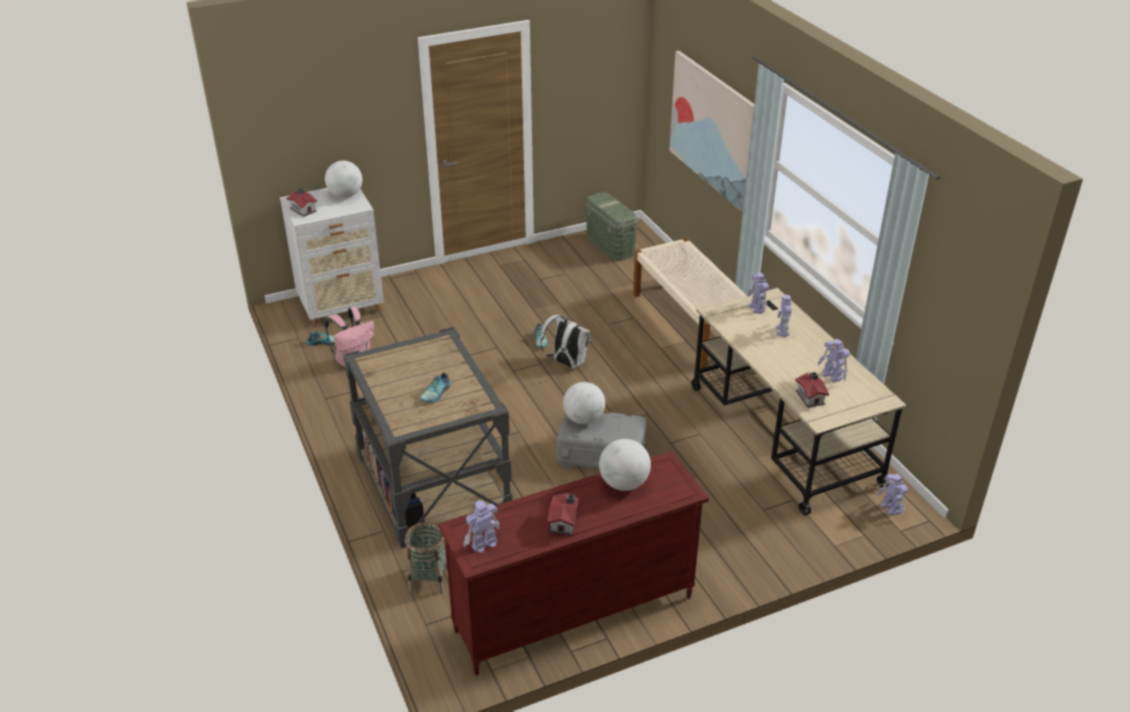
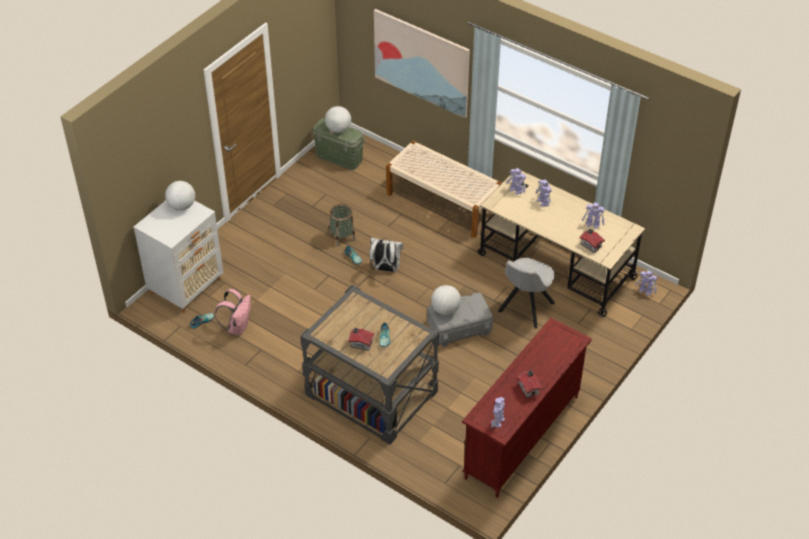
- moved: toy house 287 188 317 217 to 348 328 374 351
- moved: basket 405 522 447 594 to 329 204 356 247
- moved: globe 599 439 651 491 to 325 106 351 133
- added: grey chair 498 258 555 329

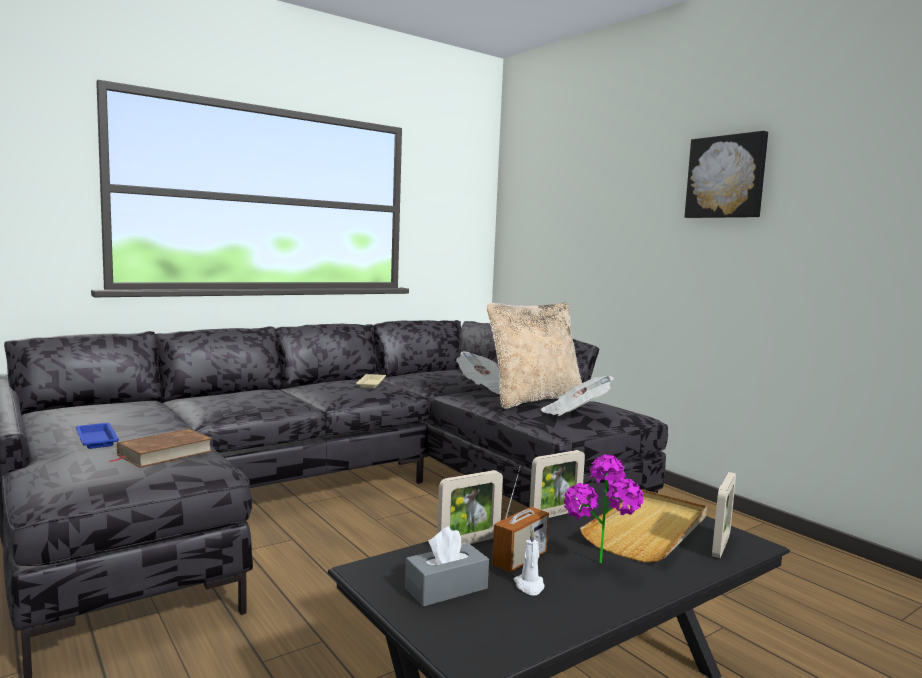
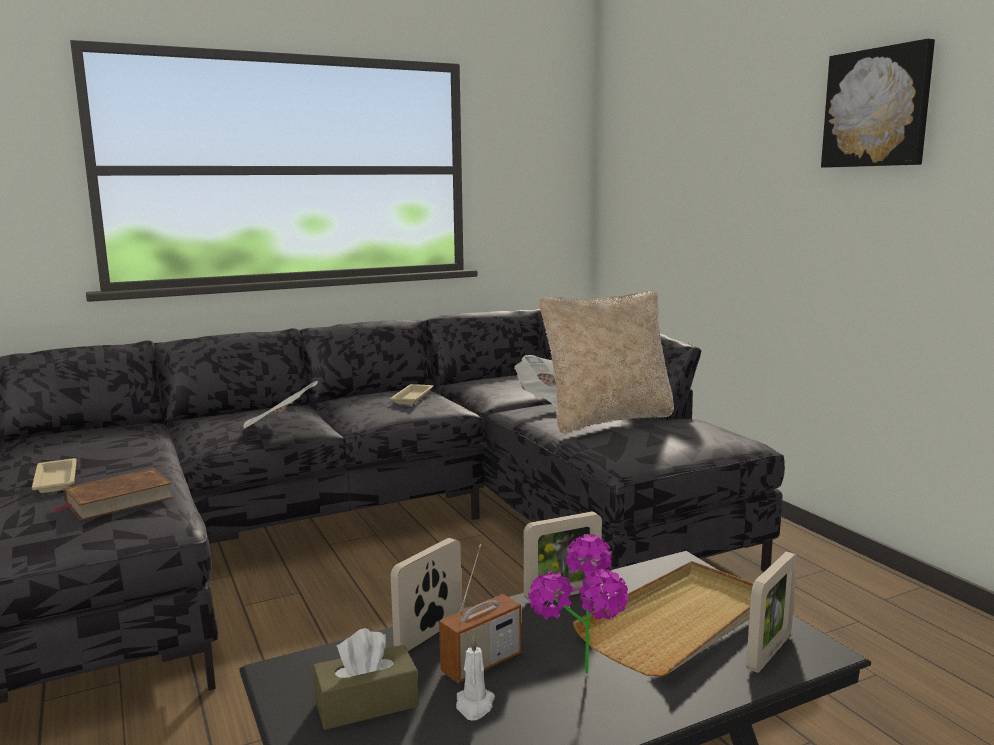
- recoloured: blue tray 76 423 119 449 to beige tray 32 458 76 493
- recoloured: grey tissue box 405 527 489 607 to brown tissue box 313 628 419 730
- turned: picture frame 437 470 503 545 = 391 538 462 651 150 degrees clockwise
- moved: newspaper 541 376 614 416 to 243 381 318 429

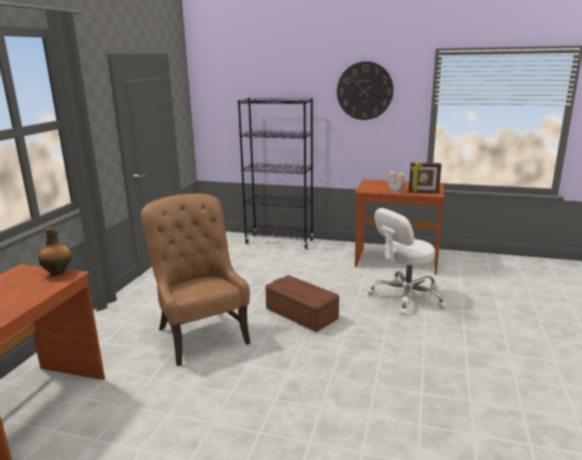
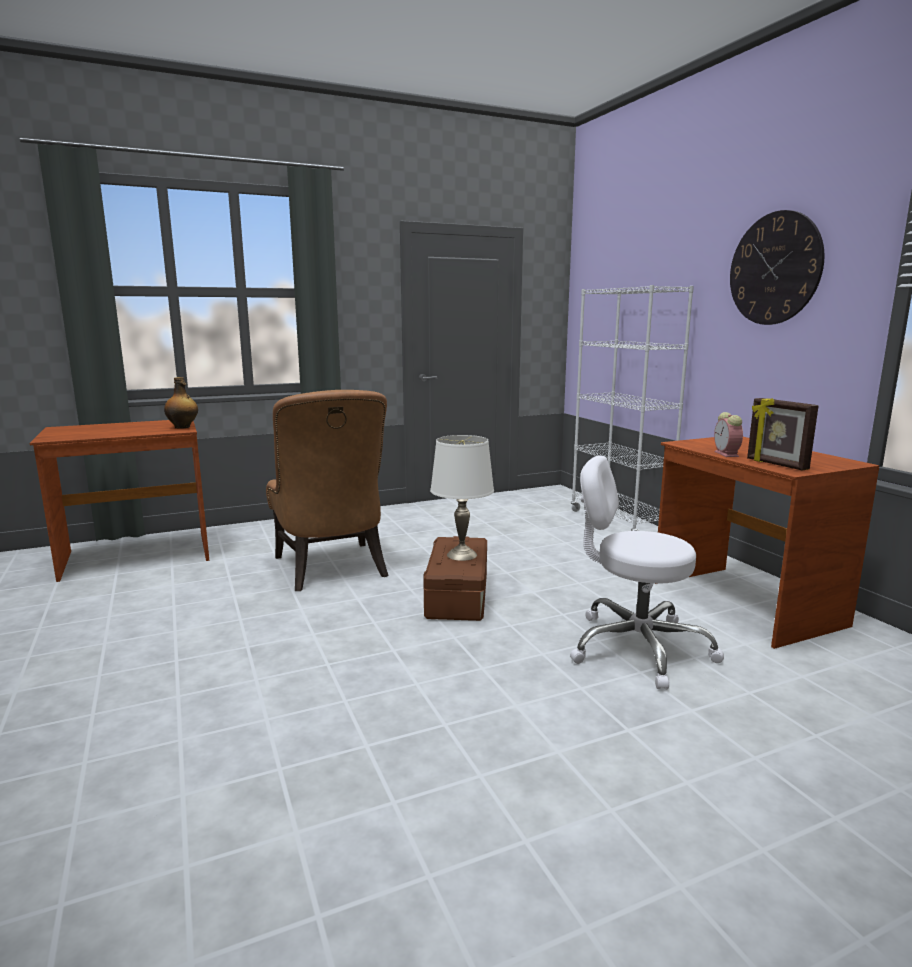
- turned: brown chair 141 194 250 366 = 266 390 389 591 135 degrees clockwise
- recoloured: black bookcase 238 98 314 249 to white bookcase 571 285 694 531
- added: white table lamp 430 435 494 561

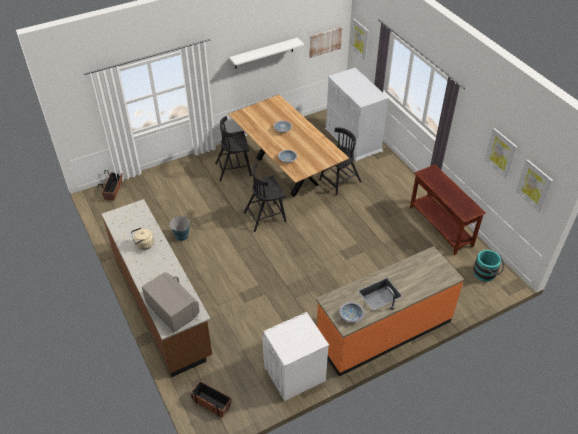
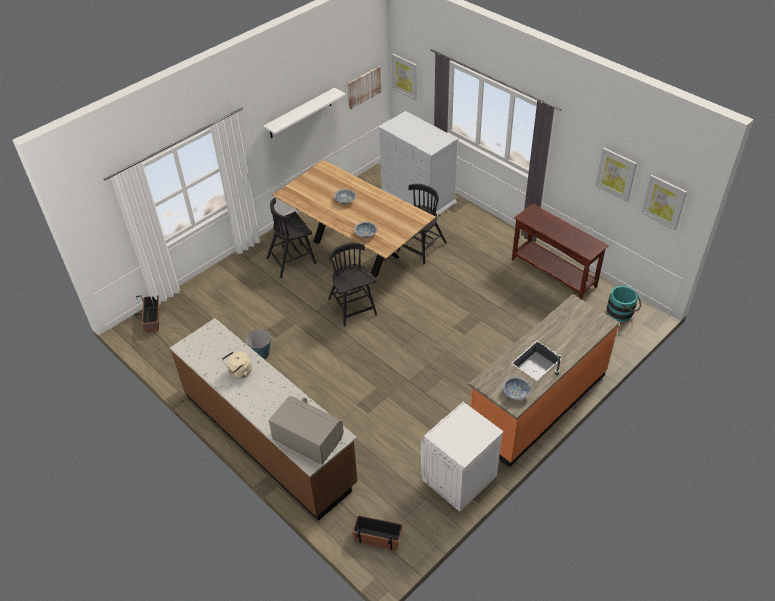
- turned: black chair 244 163 287 232 = 328 243 377 326 105 degrees clockwise

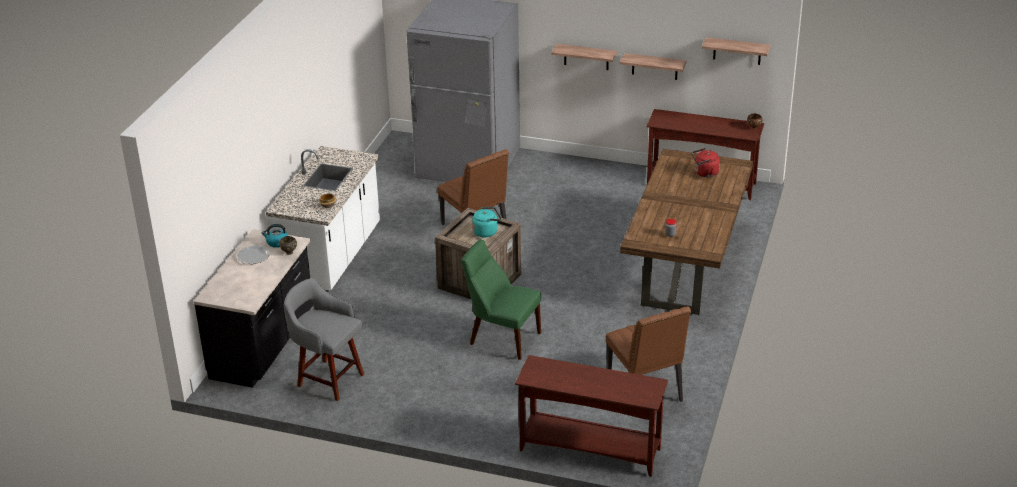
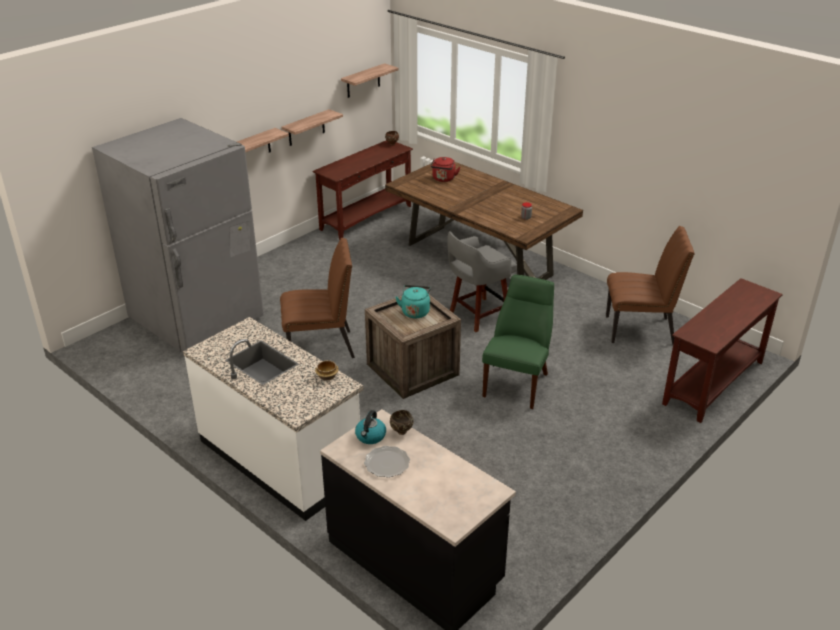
- moved: grey stool 284 278 365 401 to 447 231 517 332
- turned: green chair 462 240 541 360 = 482 275 554 409 150 degrees clockwise

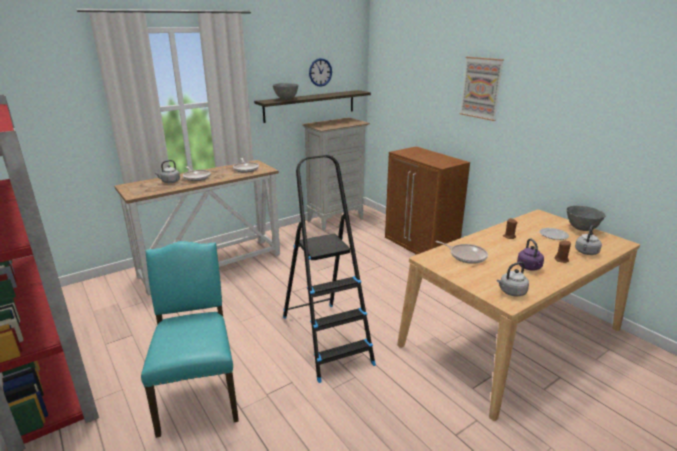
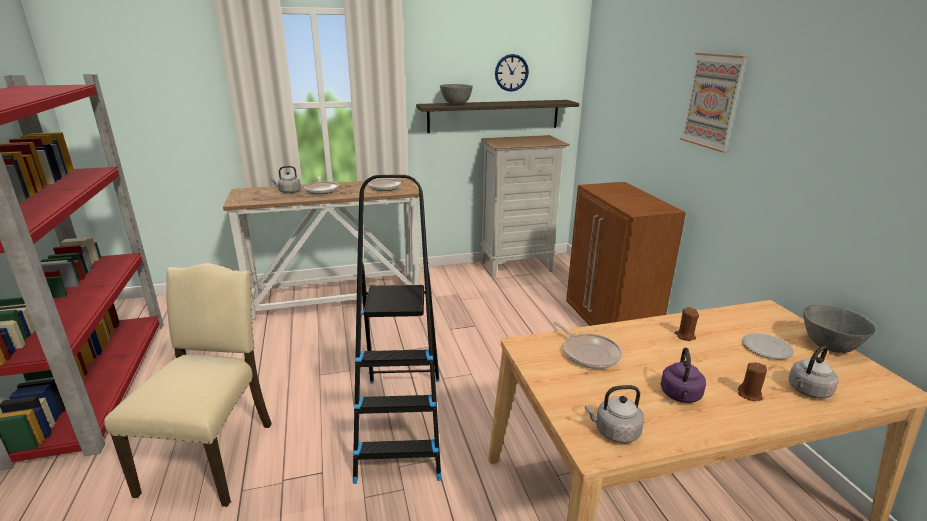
- recoloured: turquoise chair 141 241 239 438 to beige chair 104 263 272 507

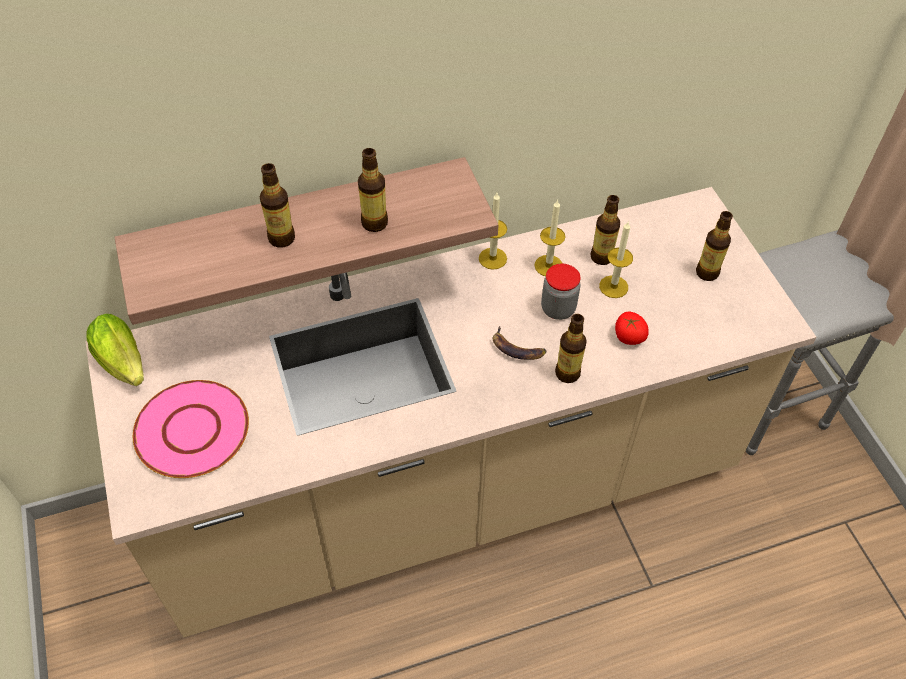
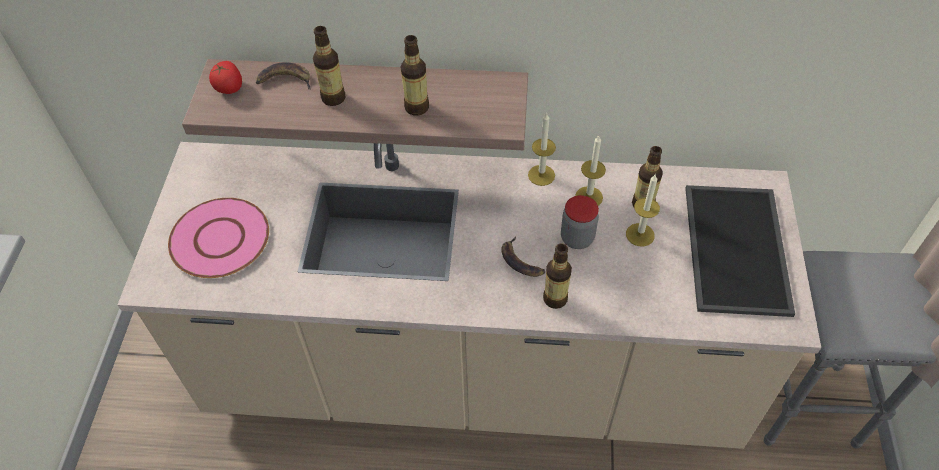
- removed: lettuce 86 314 144 386
- moved: tomato 615 311 649 345 to 209 61 242 94
- replaced: bottle 696 211 733 281 to tray 685 185 795 317
- added: banana 256 62 311 90

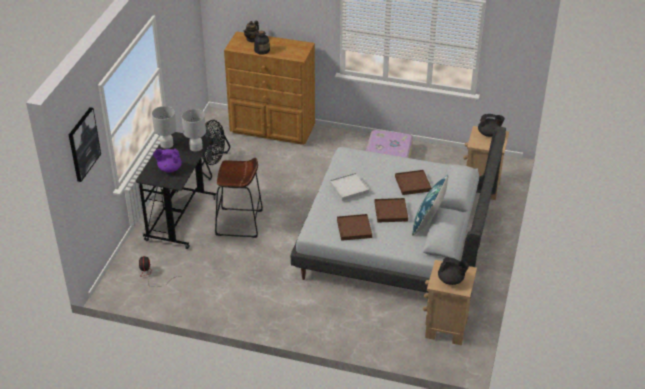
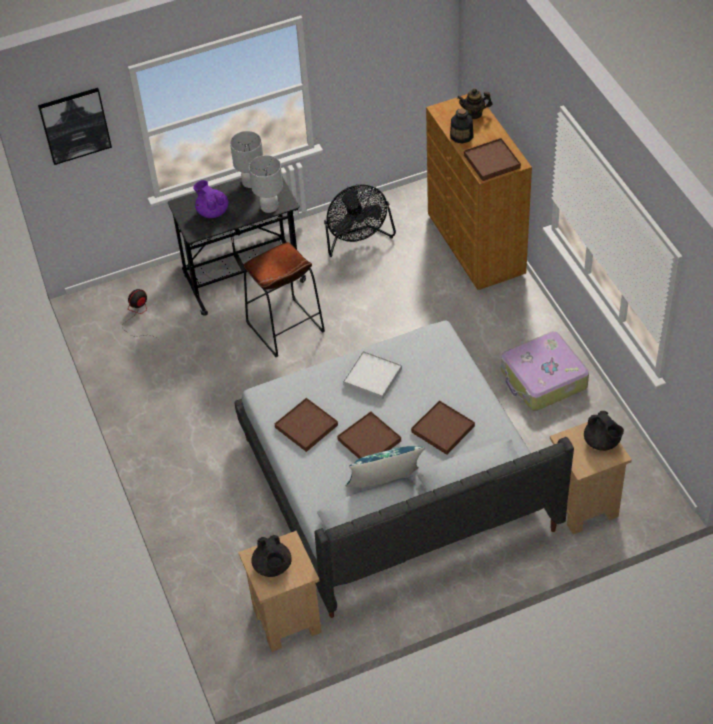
- added: brown tray 464 138 521 181

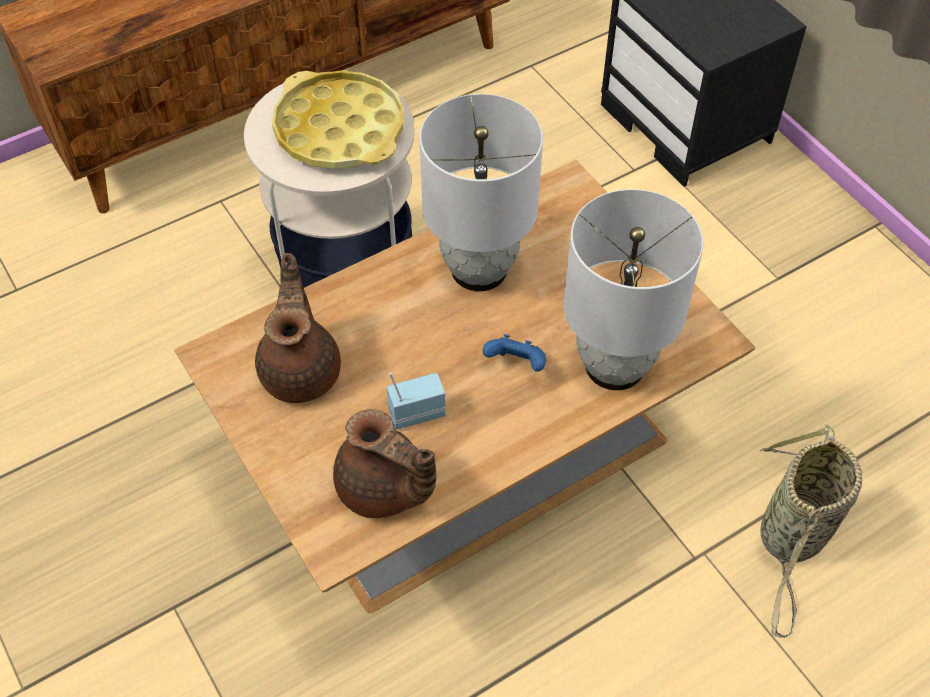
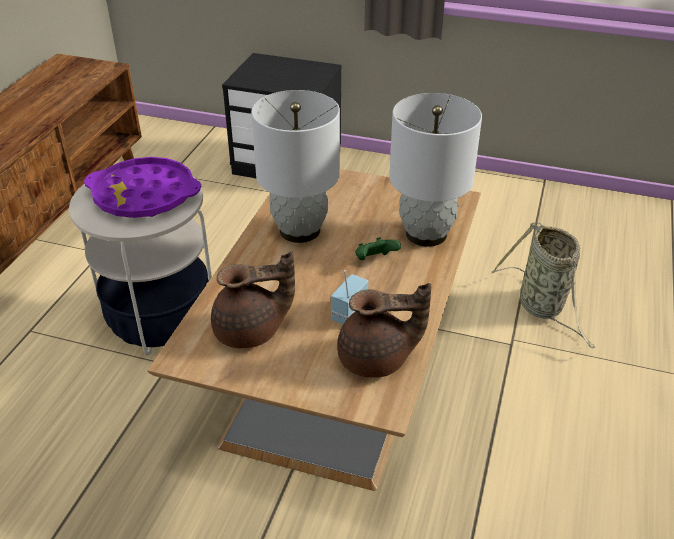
- turned: brown teapot 255 253 341 403 = 211 252 295 348 120 degrees clockwise
- recoloured: yellow tray 272 70 404 169 to purple tray 84 157 201 218
- recoloured: blue game controller 483 334 546 372 to green game controller 355 237 401 260

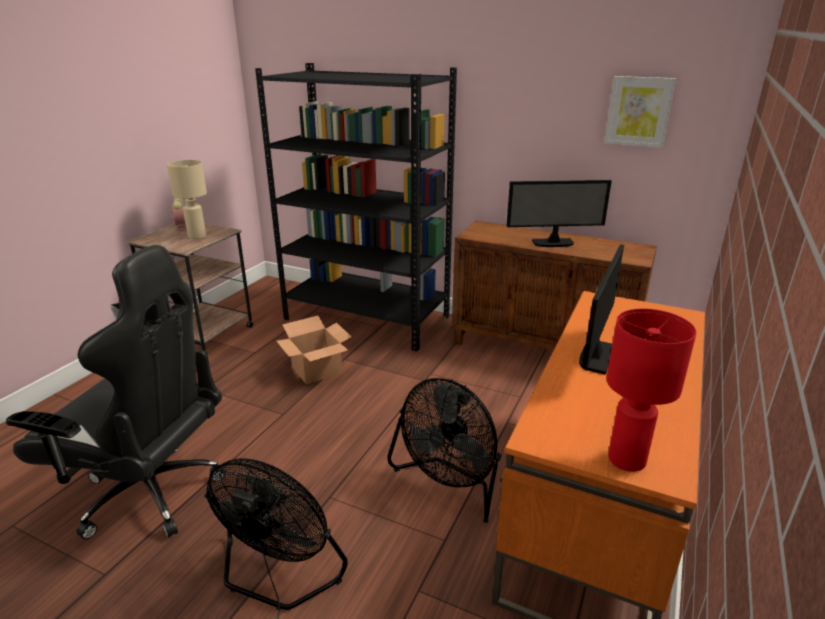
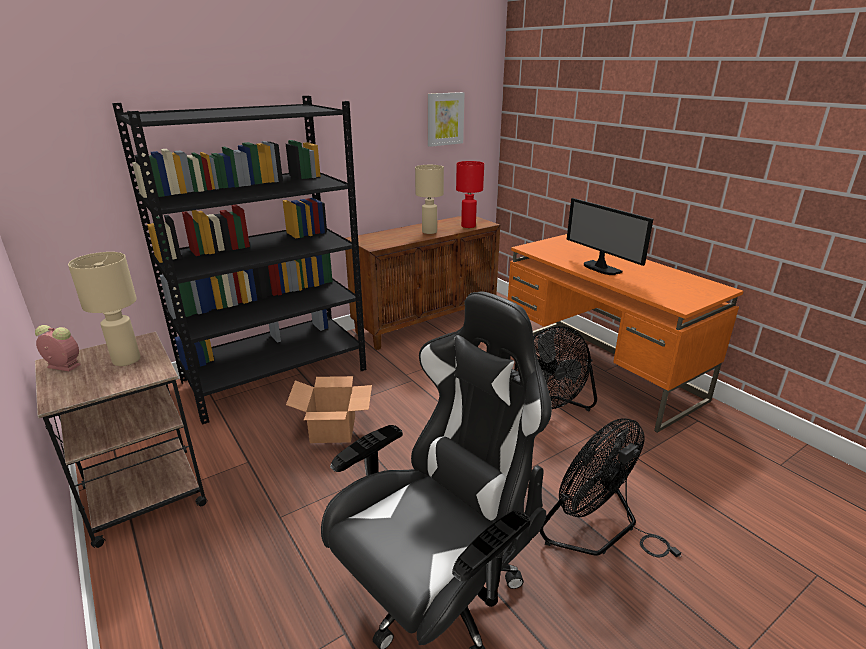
- replaced: monitor 506 180 612 247 to beige table lamp 415 165 444 234
- moved: red table lamp 606 308 696 472 to 456 161 484 228

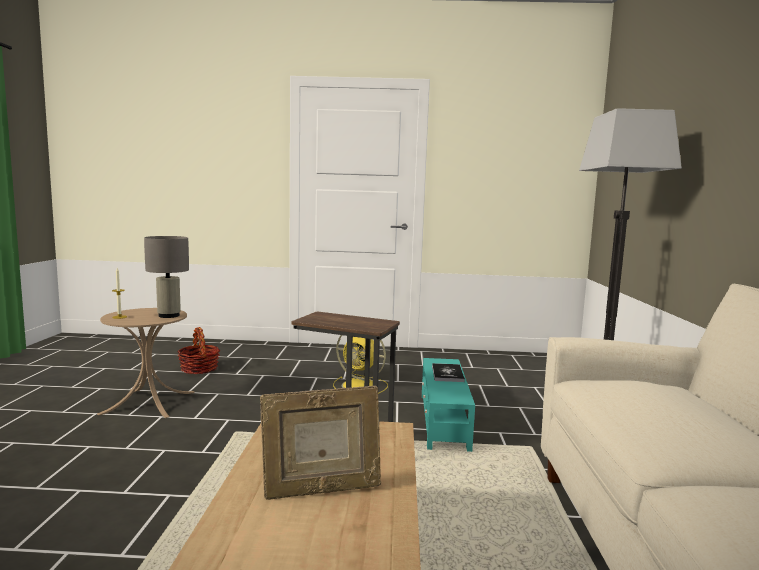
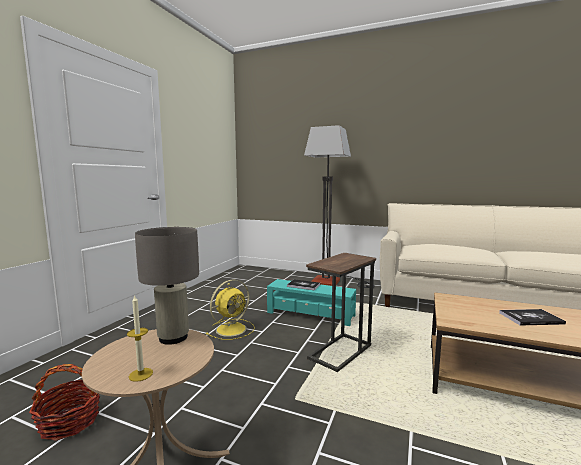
- replaced: picture frame 260 386 381 500 to book 499 309 566 326

